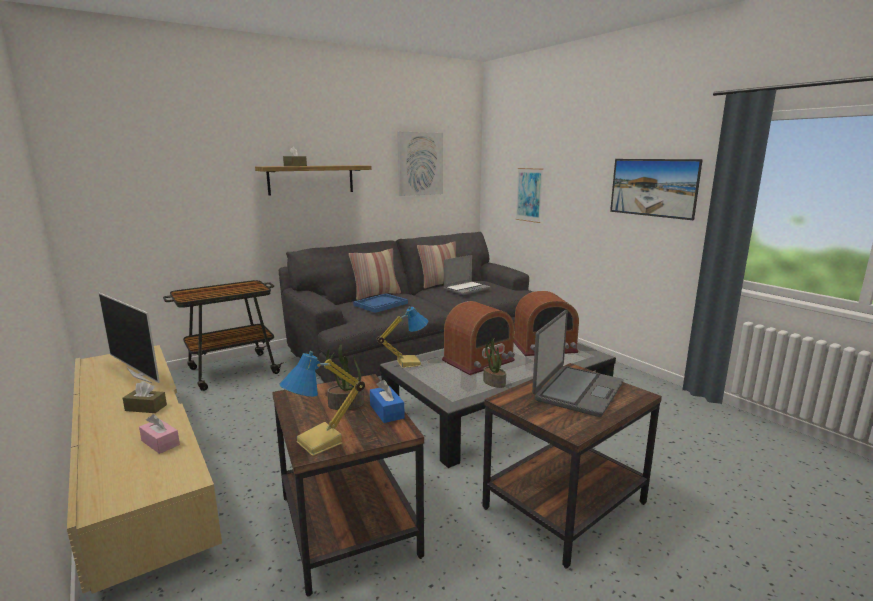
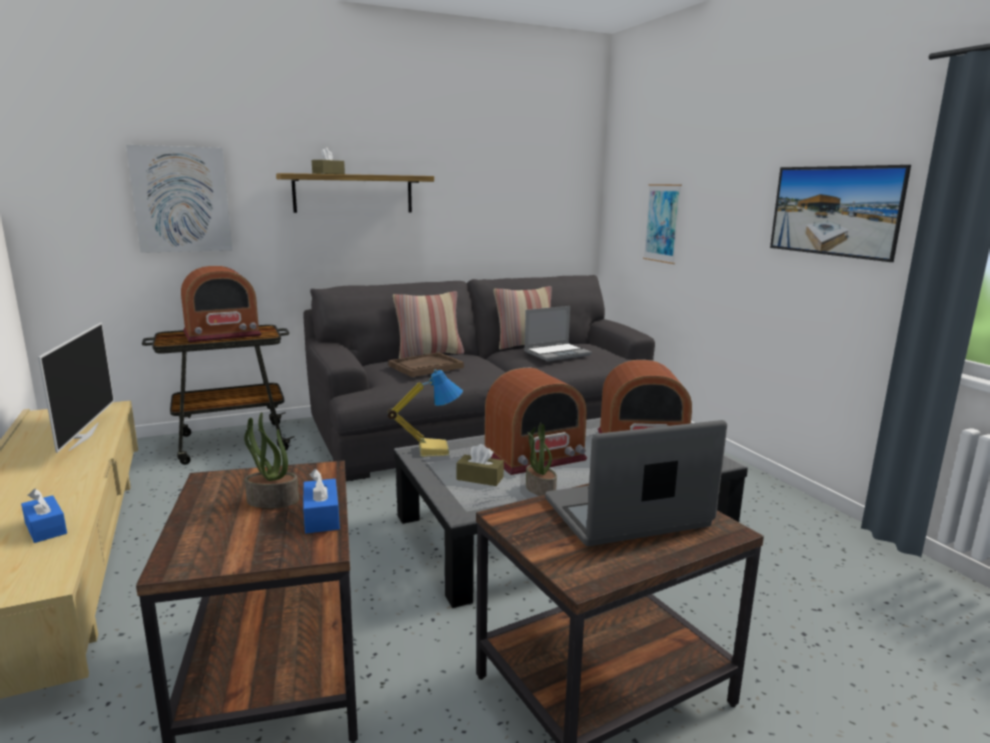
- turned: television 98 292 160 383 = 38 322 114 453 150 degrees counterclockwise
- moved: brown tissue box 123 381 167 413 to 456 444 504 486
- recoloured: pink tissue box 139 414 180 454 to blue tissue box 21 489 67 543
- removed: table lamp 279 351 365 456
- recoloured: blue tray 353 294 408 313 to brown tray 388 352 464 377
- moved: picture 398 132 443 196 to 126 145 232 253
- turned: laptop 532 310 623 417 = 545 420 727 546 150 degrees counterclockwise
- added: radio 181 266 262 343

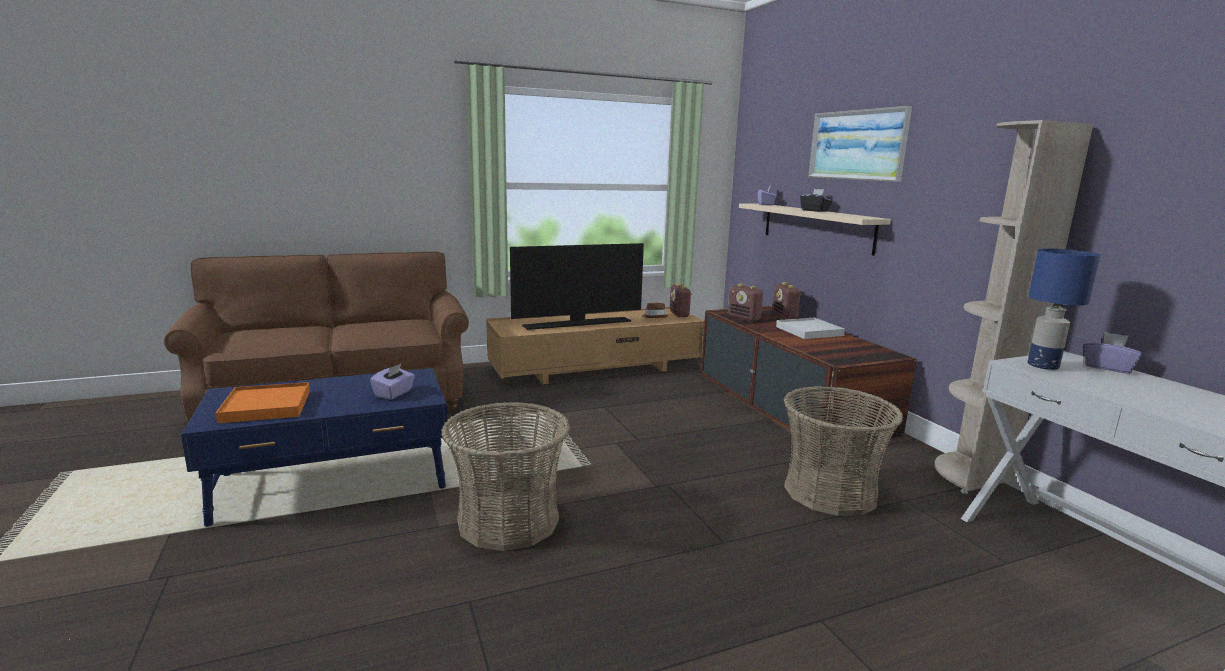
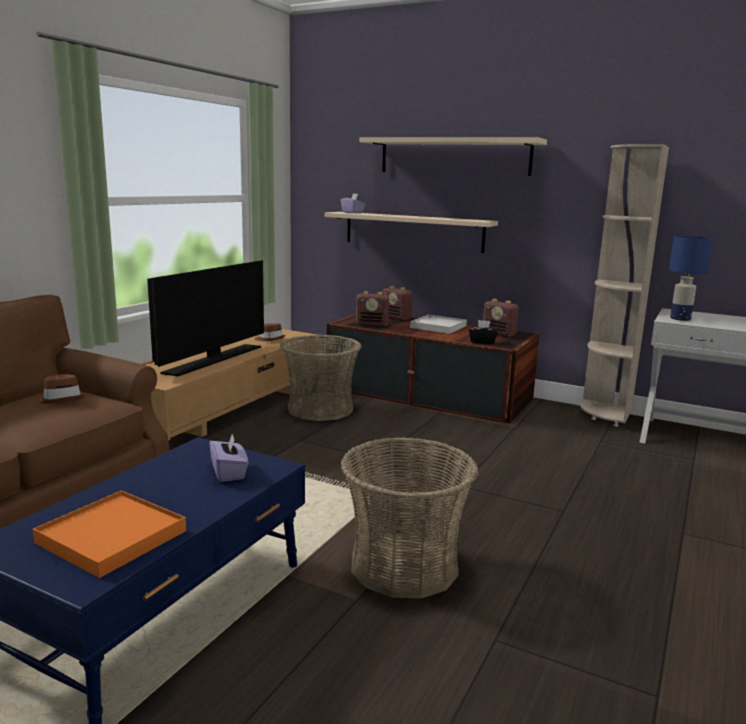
- moved: radio 669 283 693 317 to 483 299 519 337
- moved: basket 784 386 904 516 to 280 335 362 421
- moved: black tissue box 800 189 832 212 to 469 320 498 344
- replaced: picture 808 106 912 182 to beige shelf 359 138 547 176
- removed: purple tissue box 1085 332 1142 374
- added: brown hat 37 374 86 404

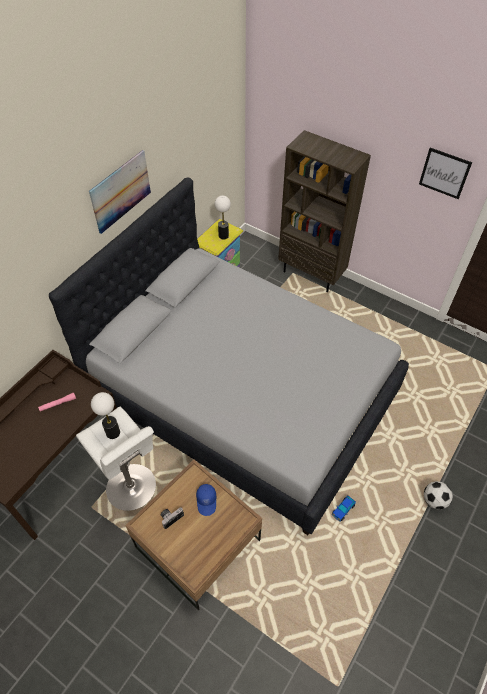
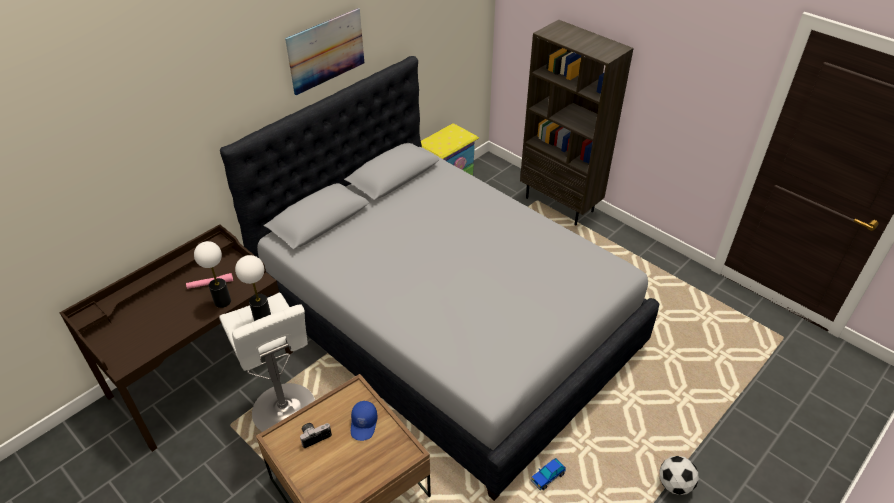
- moved: table lamp 215 195 231 240 to 194 241 231 308
- removed: picture 419 148 472 199

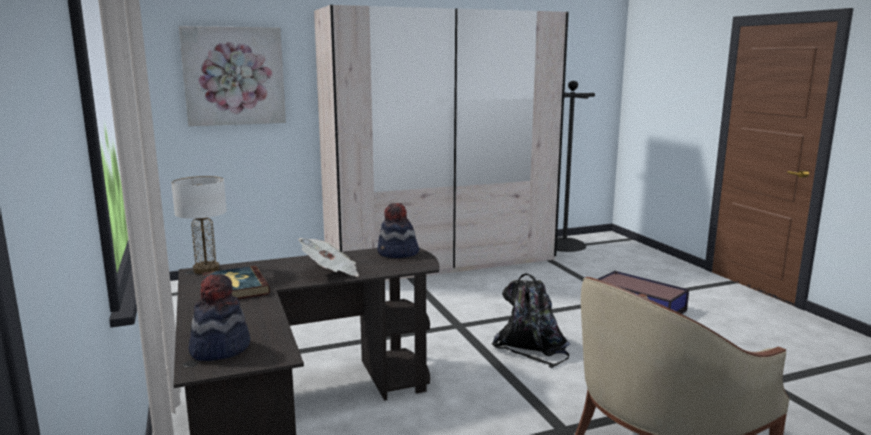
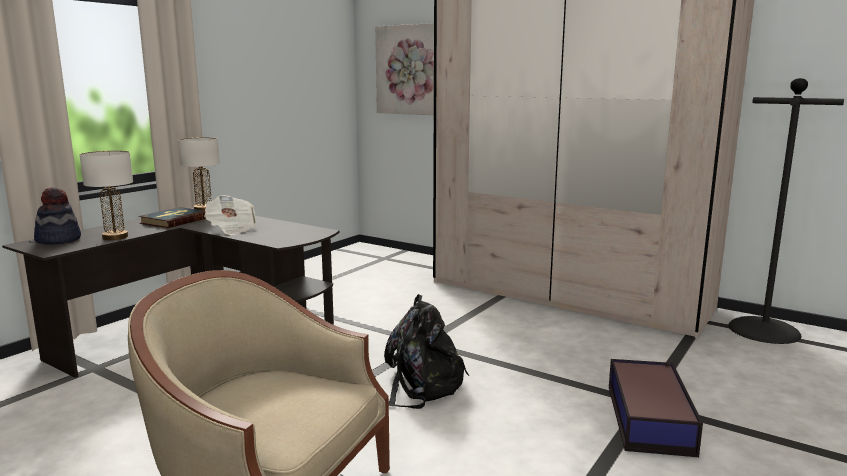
- removed: hat 377 203 419 258
- added: table lamp 79 151 133 240

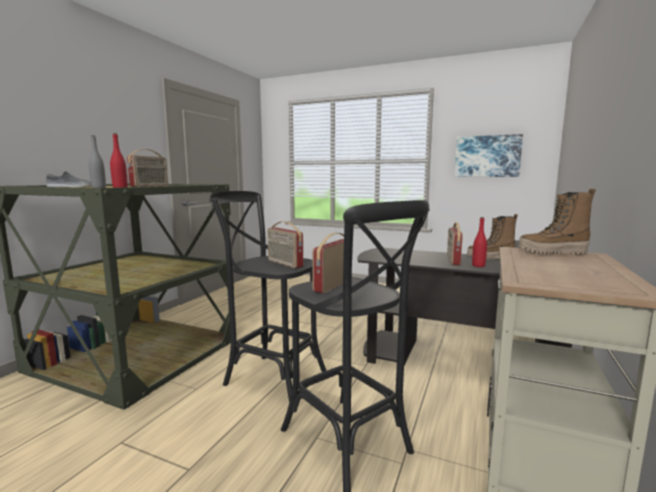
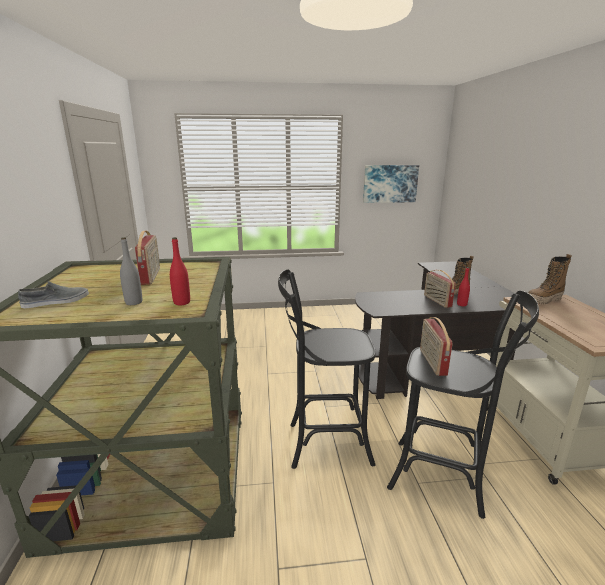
- removed: radio 267 221 303 268

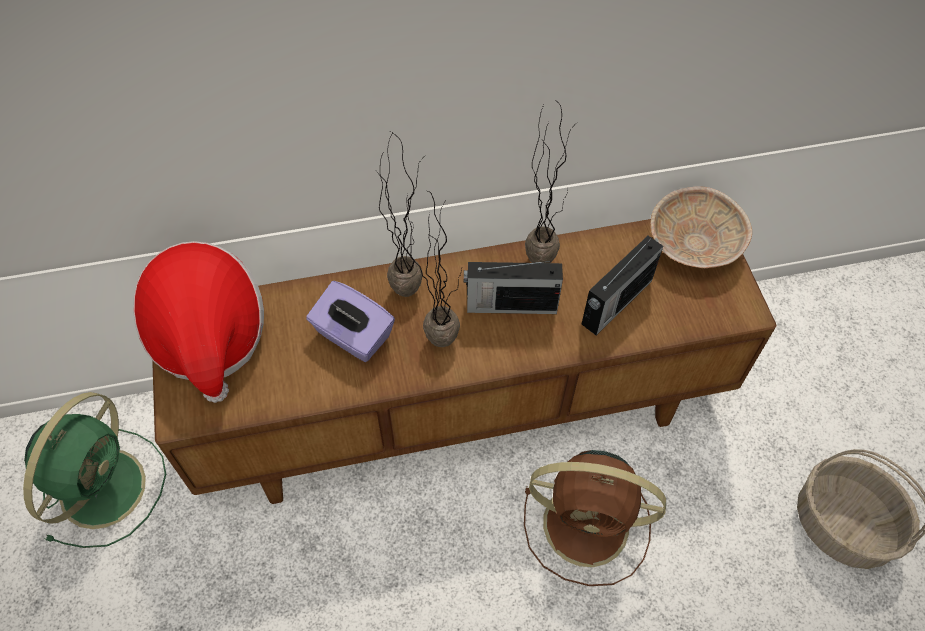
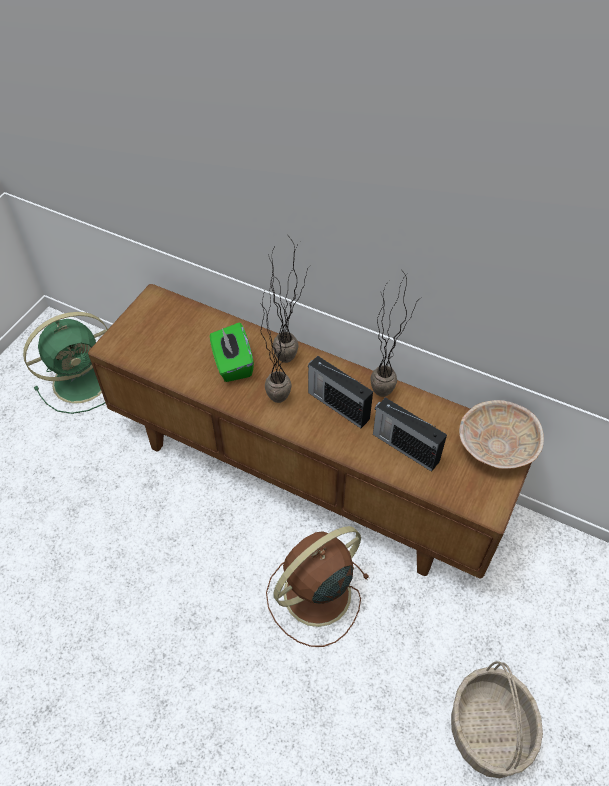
- removed: hat 133 241 264 403
- recoloured: purple tissue box 306 281 395 362 to green tissue box 210 322 254 382
- turned: brown fan 524 450 666 586 = 266 526 370 647 90 degrees clockwise
- turned: radio 582 236 663 335 = 373 397 447 472 45 degrees clockwise

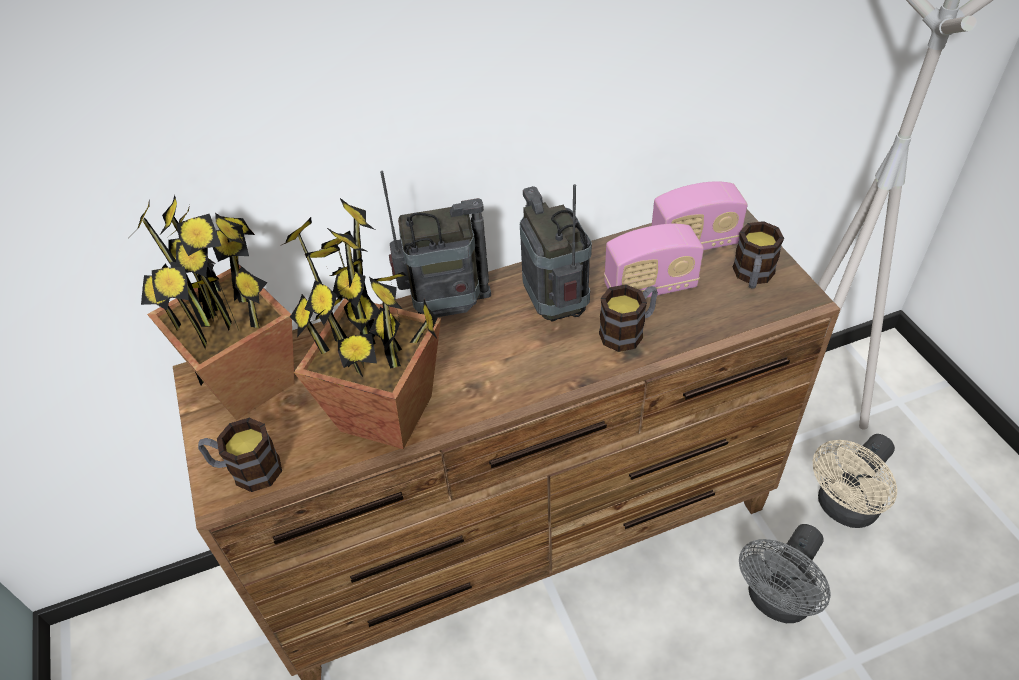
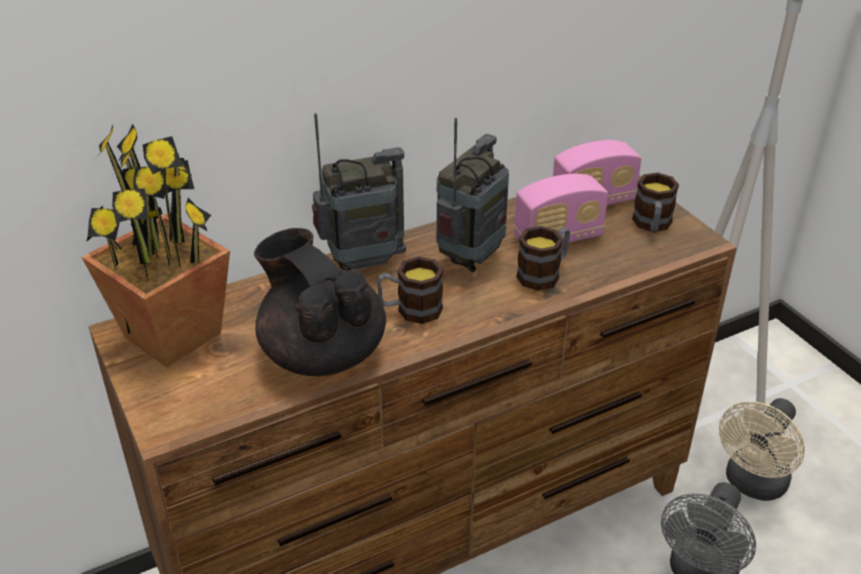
- moved: mug 198 418 282 492 to 377 256 443 324
- replaced: potted plant 280 198 441 449 to black teapot 254 228 386 376
- turned: radio 520 184 592 322 = 437 118 509 272 60 degrees clockwise

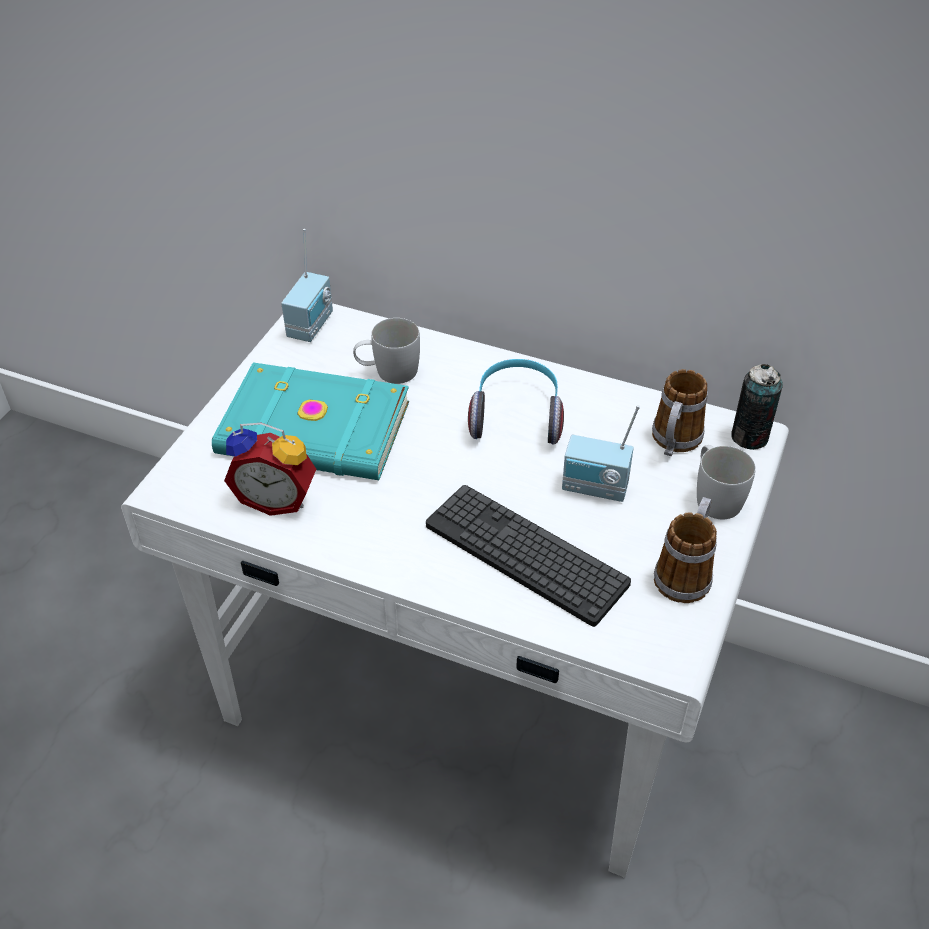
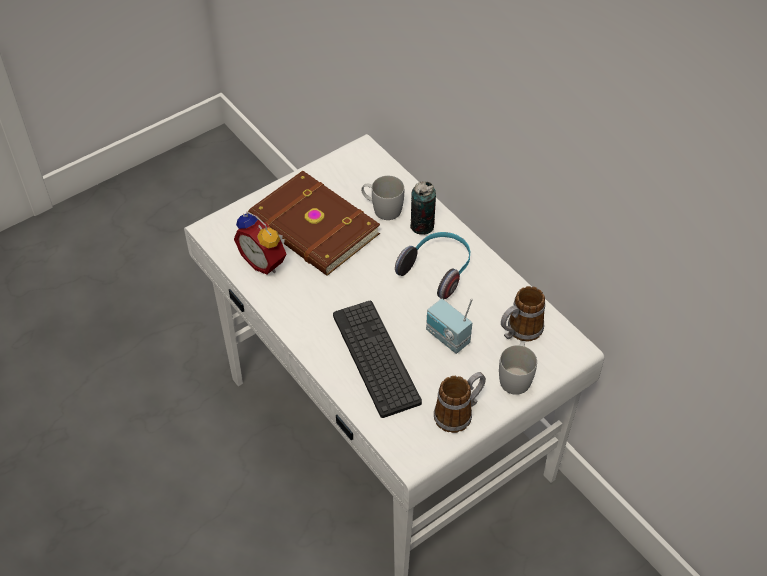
- recoloured: turquoise book 212 362 409 480 to brown book 248 171 380 276
- removed: radio 281 229 333 342
- moved: can 731 364 783 450 to 410 181 436 235

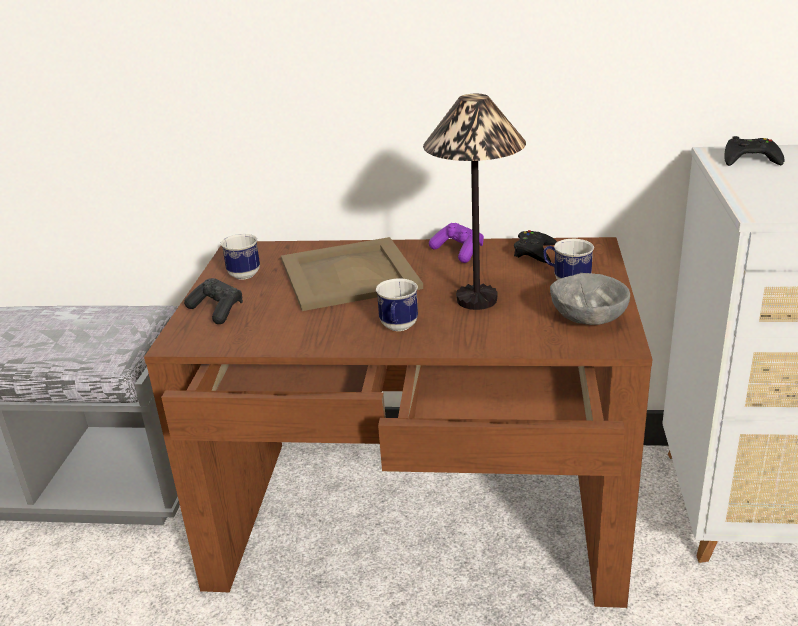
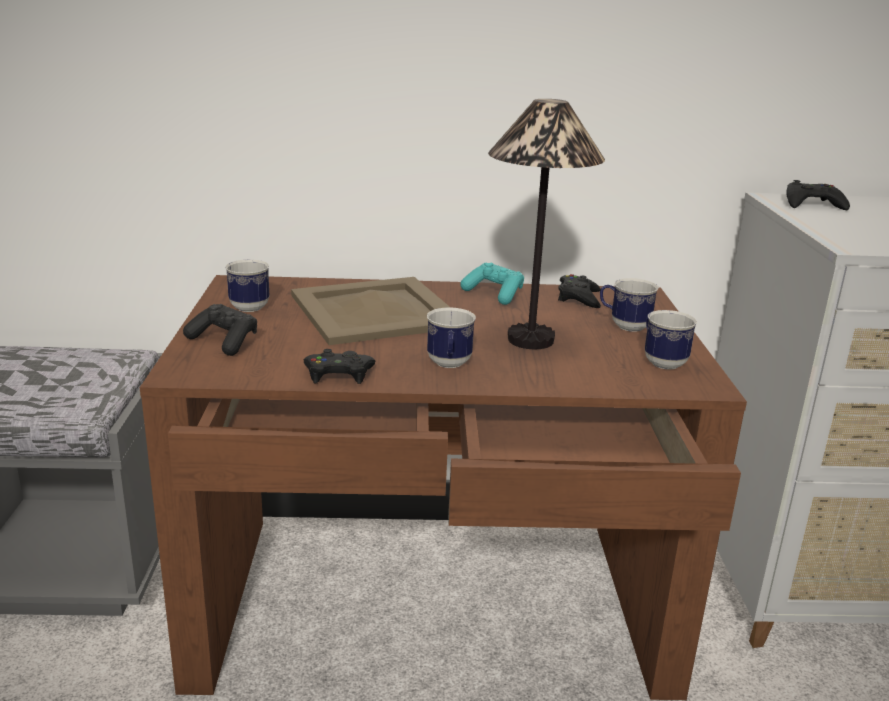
- recoloured: purple game controller 429 223 484 263 to turquoise game controller 460 263 524 305
- replaced: grey bowl 550 273 630 325 to mug 645 310 697 370
- added: black game controller 304 349 376 384

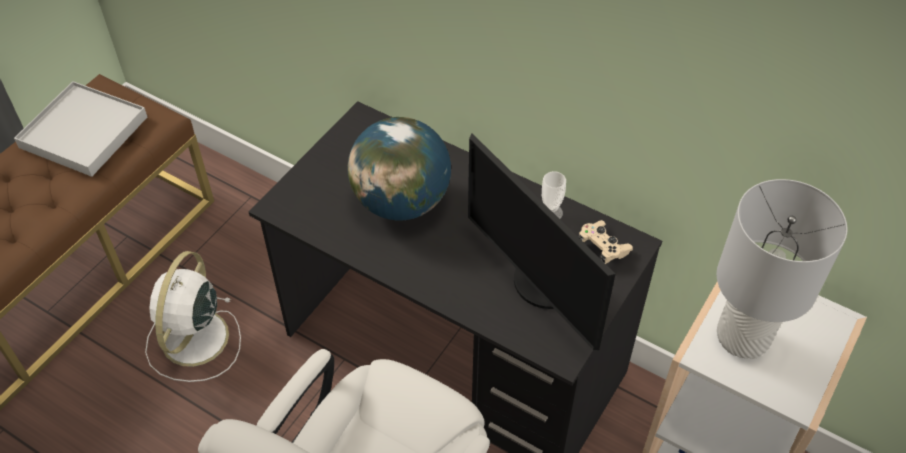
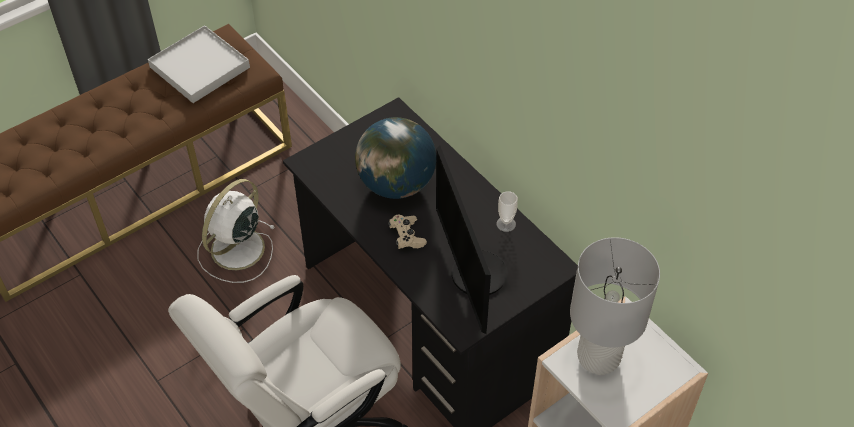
- moved: beige game controller 578 220 633 264 to 388 214 427 249

